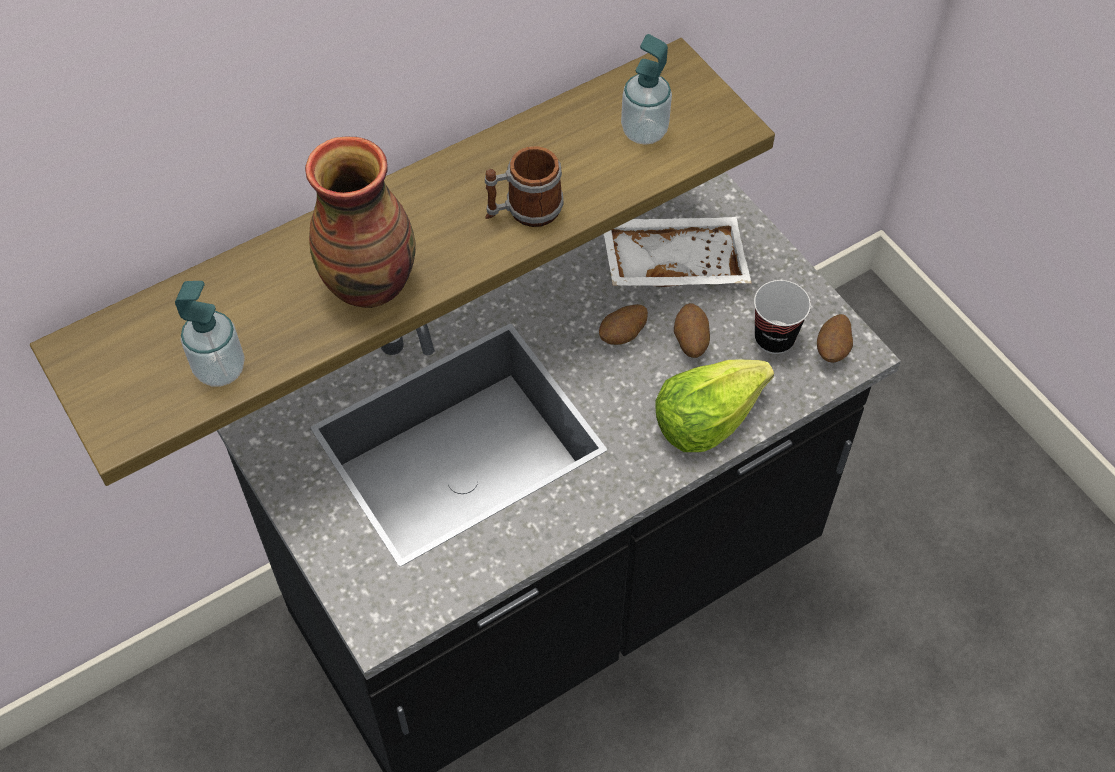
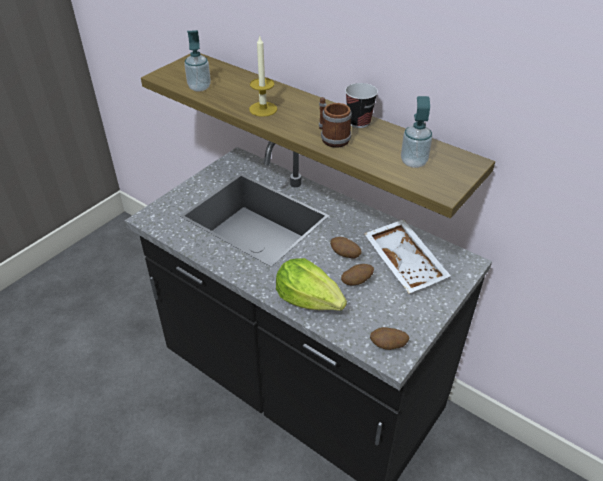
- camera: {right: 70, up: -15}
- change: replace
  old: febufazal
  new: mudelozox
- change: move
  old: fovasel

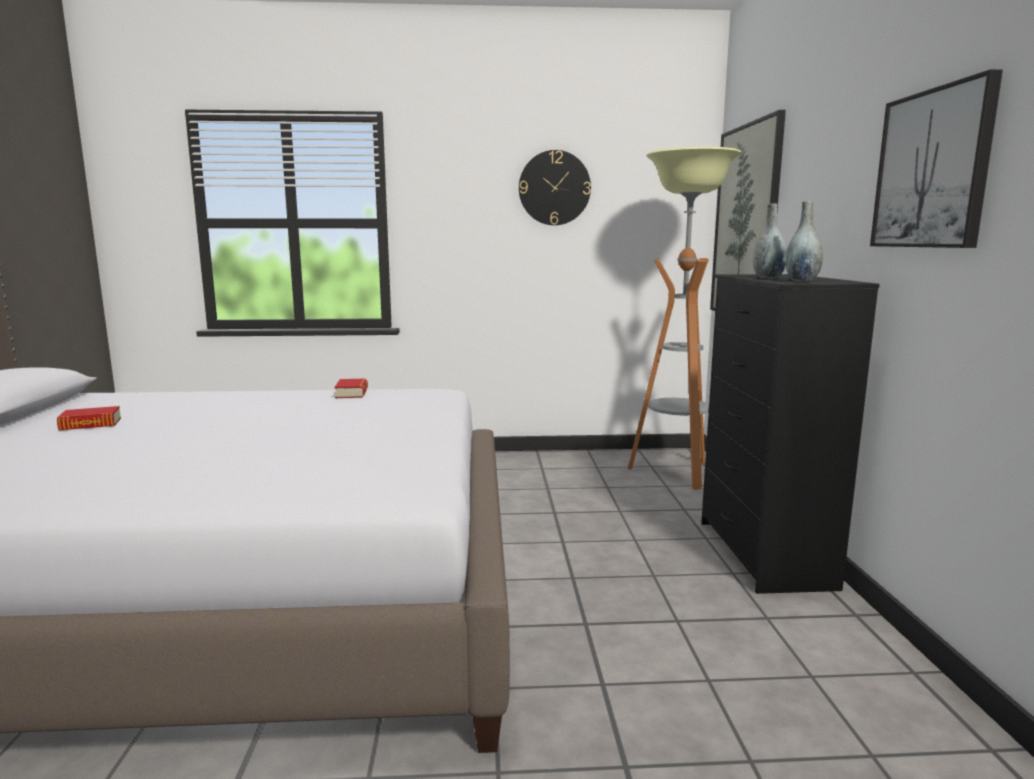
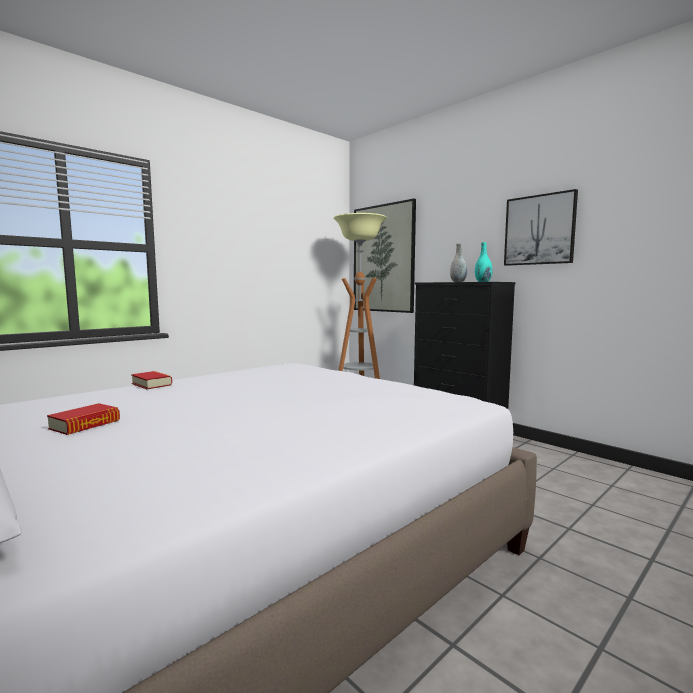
- camera: {right: -40, up: -5}
- change: move
  old: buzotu (2nd from left)
- change: recolor
  old: grey_febufazal (2nd from left)
  new: turquoise_febufazal
- change: delete
  old: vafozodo

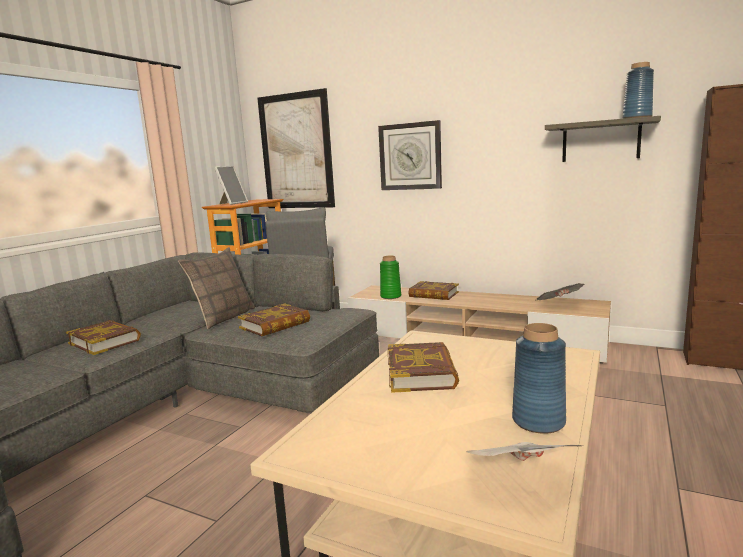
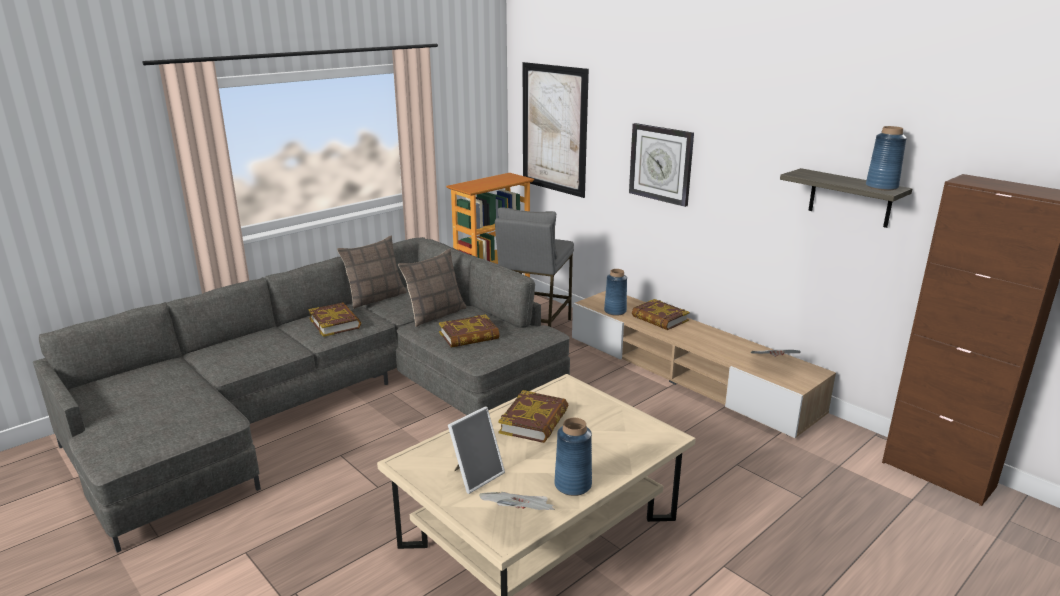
- camera: {right: 20, up: 10}
- change: insert
  new: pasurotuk (1st from left)
- change: move
  old: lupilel
- change: recolor
  old: green_febufazal
  new: blue_febufazal (2nd from left)

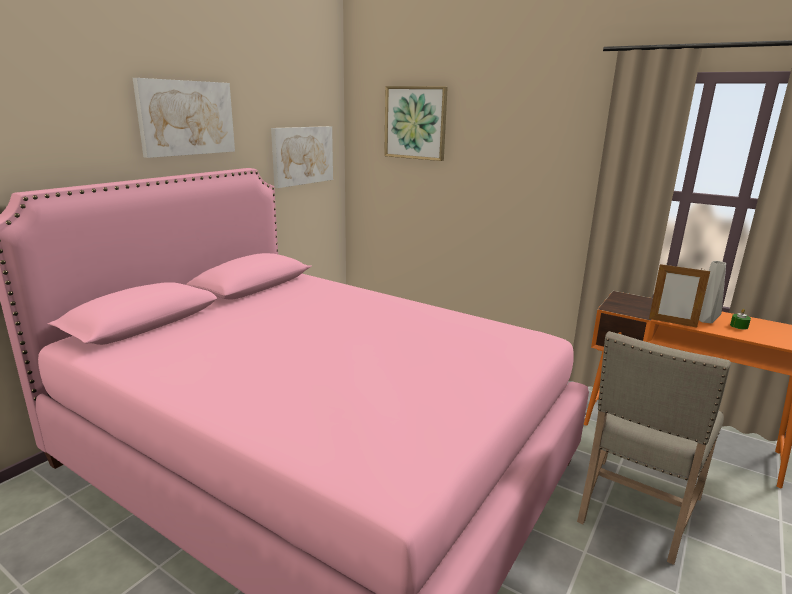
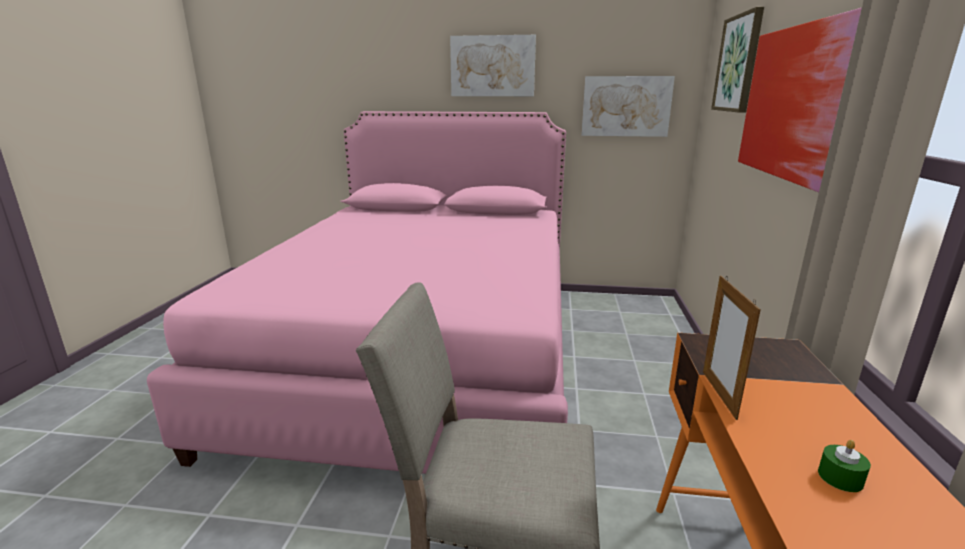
- camera: {right: 65, up: 0}
- change: insert
  new: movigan (4th from left)
- change: delete
  old: grey_febufazal

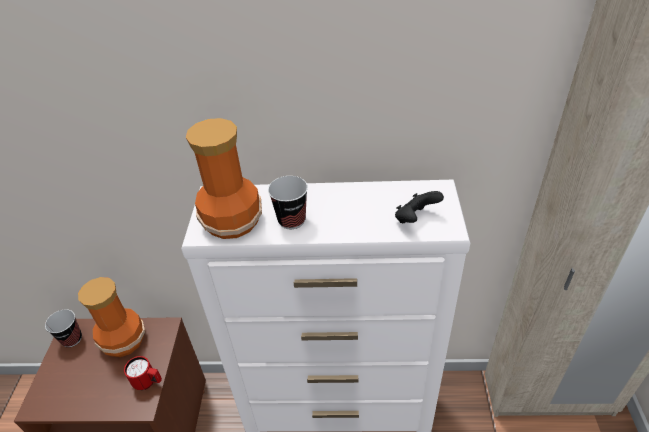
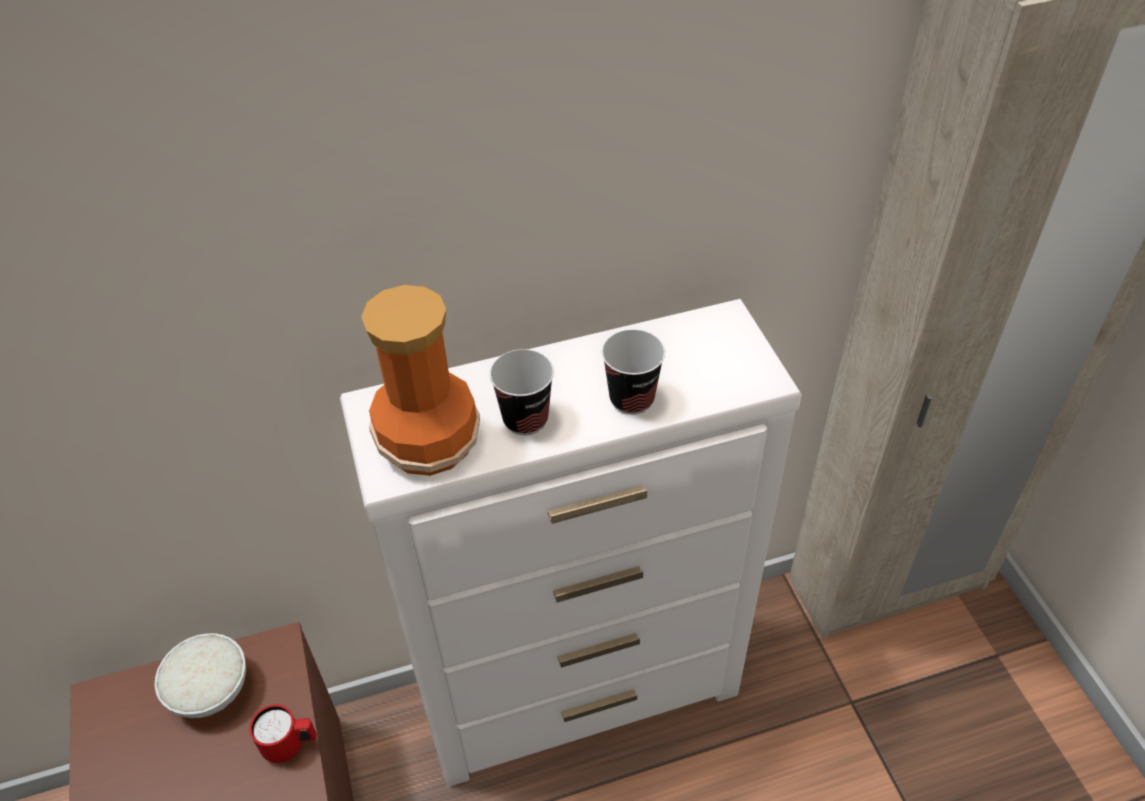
- camera: {right: -20, up: 5}
- change: replace
  old: febufazal (1st from left)
  new: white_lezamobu
- change: move
  old: fovasel (1st from left in the first image)
  new: fovasel (2nd from left)
- change: delete
  old: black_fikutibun

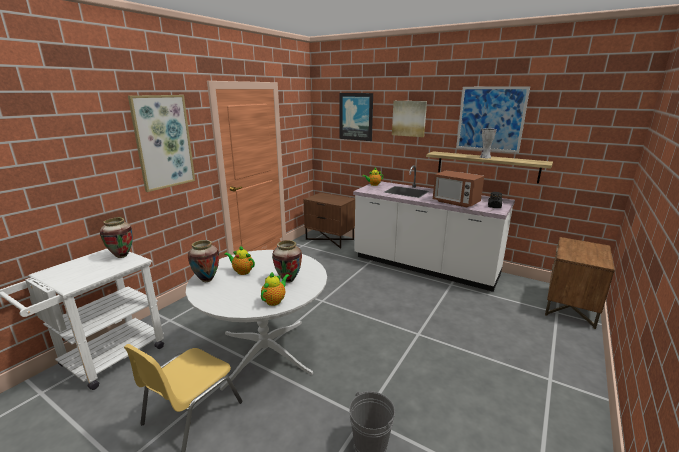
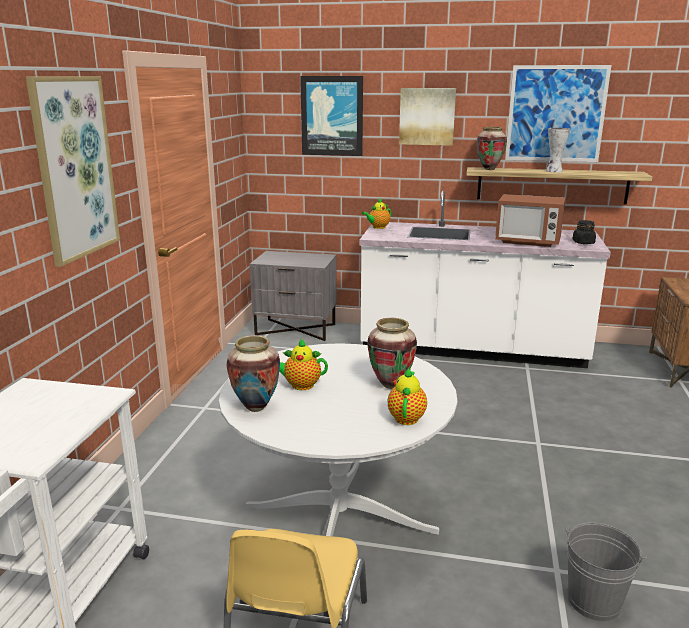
- camera: {right: -20, up: 0}
- change: recolor
  old: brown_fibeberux (1st from left)
  new: grey_fibeberux
- change: move
  old: febufazal (1st from left in the first image)
  new: febufazal (3rd from left)

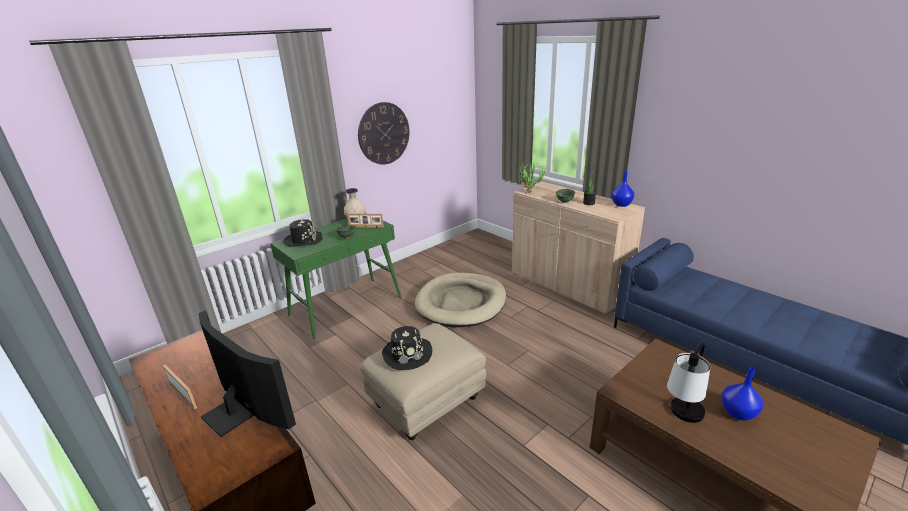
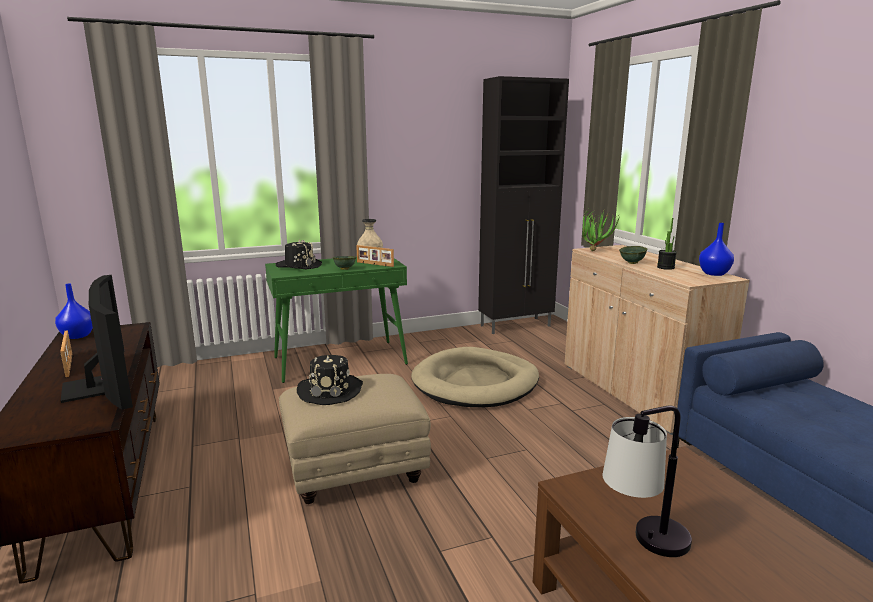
- camera: {right: 20, up: -10}
- change: move
  old: blue_febufazal (2nd from left in the first image)
  new: blue_febufazal (1st from left)
- change: insert
  new: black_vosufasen
- change: delete
  old: vafozodo

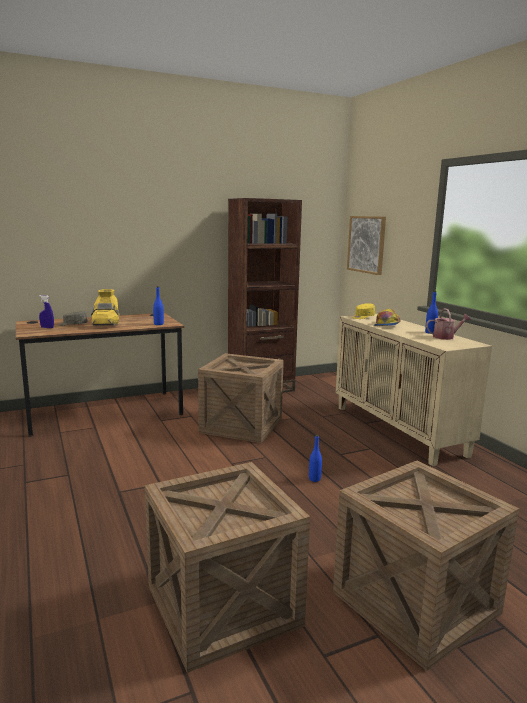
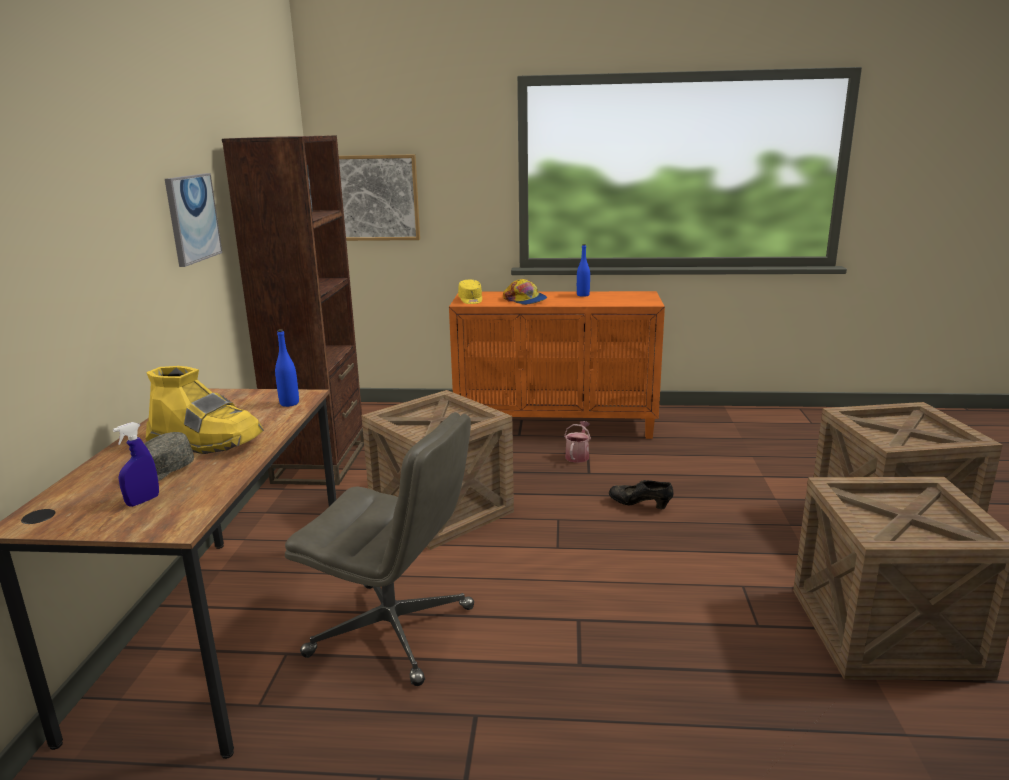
- camera: {right: -60, up: 5}
- change: insert
  new: movigan (1st from left)
- change: insert
  new: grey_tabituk
- change: recolor
  old: beige_vosufasen
  new: orange_vosufasen
- change: move
  old: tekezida
- change: replace
  old: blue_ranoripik (2nd from left)
  new: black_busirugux

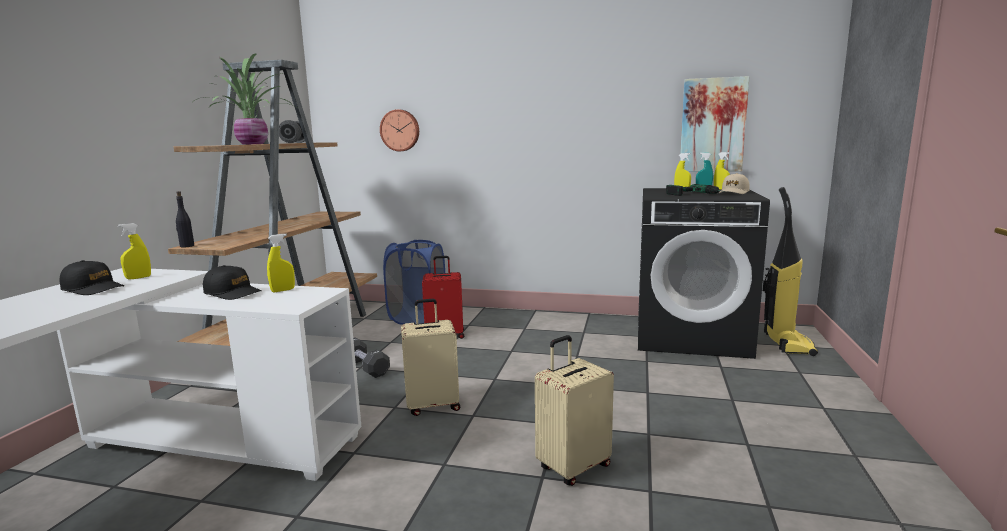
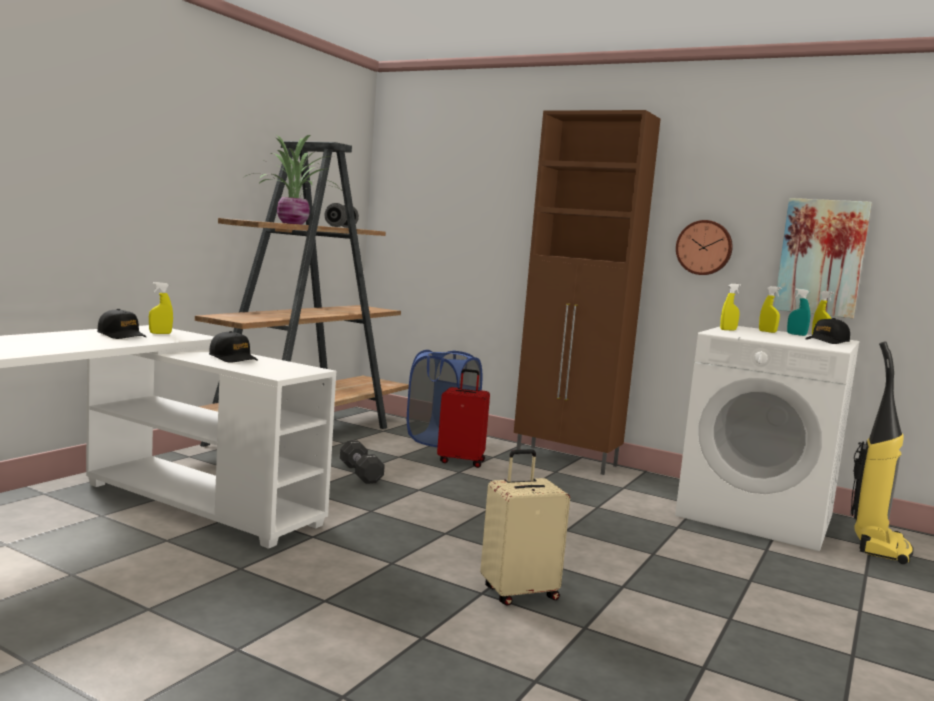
- camera: {right: 15, up: -5}
- change: insert
  new: brown_vosufasen
- change: recolor
  old: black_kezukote
  new: white_kezukote
- change: move
  old: vafozodo
- change: move
  old: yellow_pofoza (2nd from left)
- change: recolor
  old: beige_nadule
  new: black_nadule (3rd from left)
- change: delete
  old: black_ranoripik
- change: delete
  old: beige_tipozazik (1st from left)
- change: delete
  old: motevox

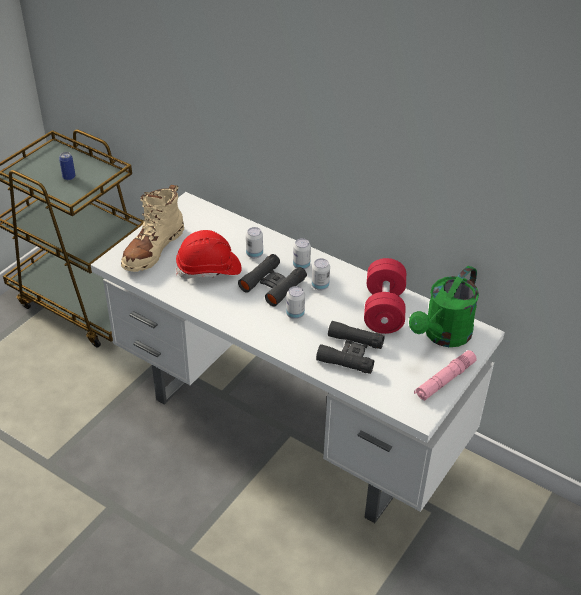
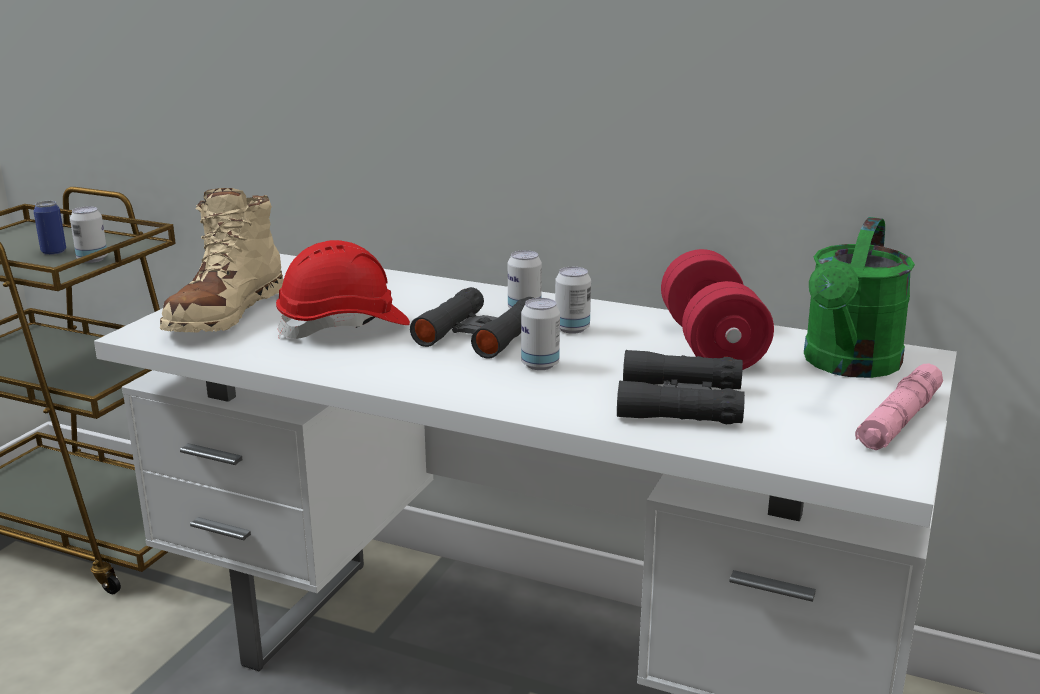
- camera: {right: -10, up: -20}
- change: move
  old: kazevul (2nd from left)

